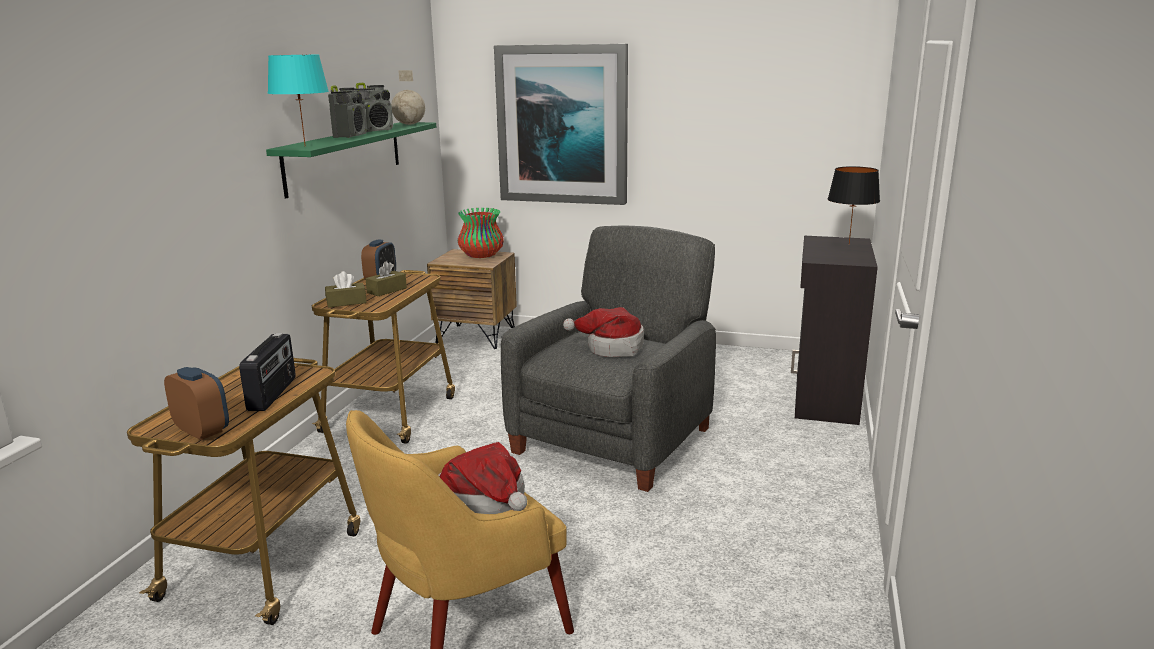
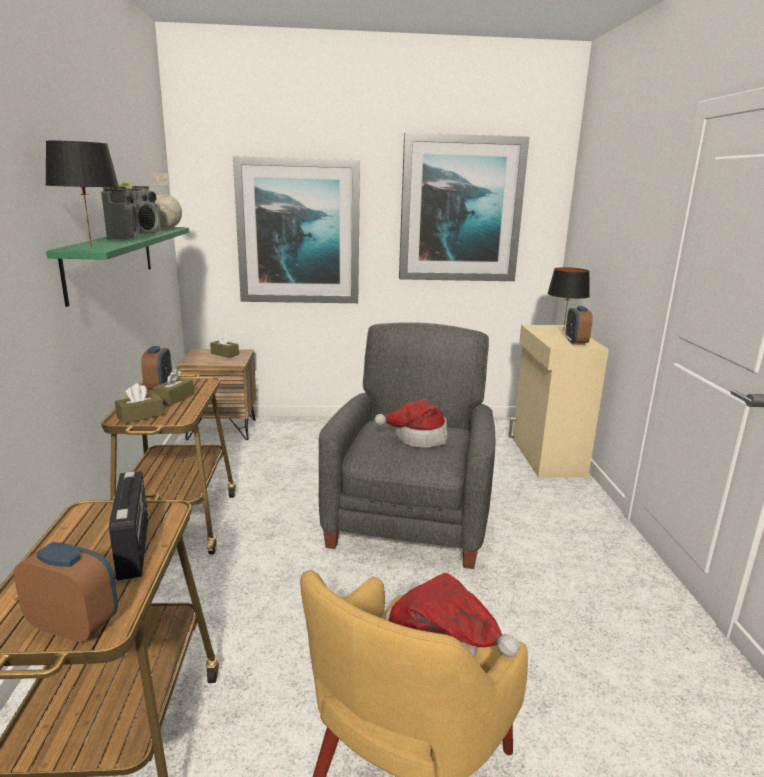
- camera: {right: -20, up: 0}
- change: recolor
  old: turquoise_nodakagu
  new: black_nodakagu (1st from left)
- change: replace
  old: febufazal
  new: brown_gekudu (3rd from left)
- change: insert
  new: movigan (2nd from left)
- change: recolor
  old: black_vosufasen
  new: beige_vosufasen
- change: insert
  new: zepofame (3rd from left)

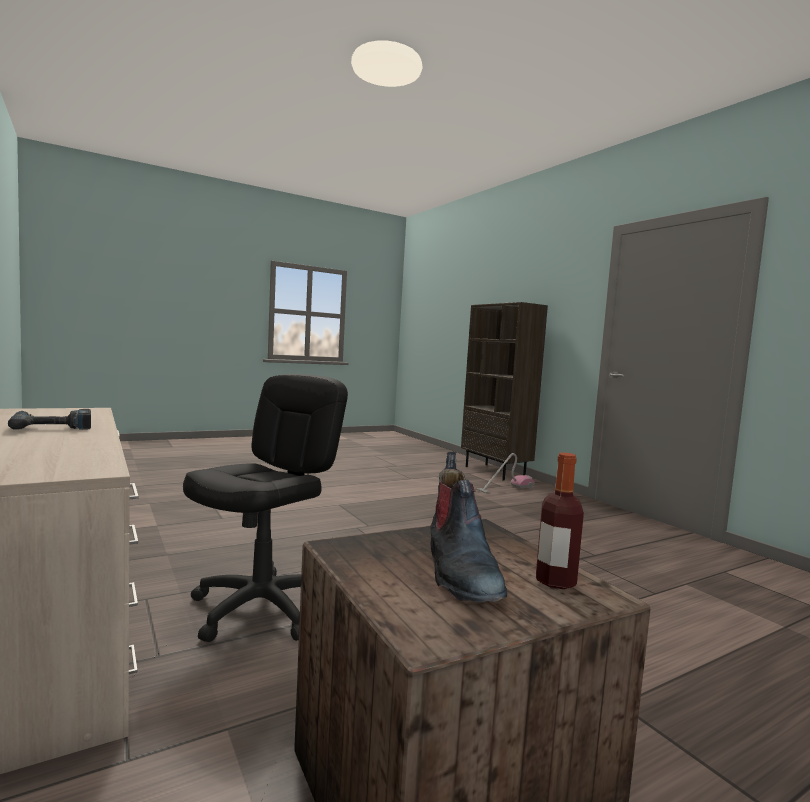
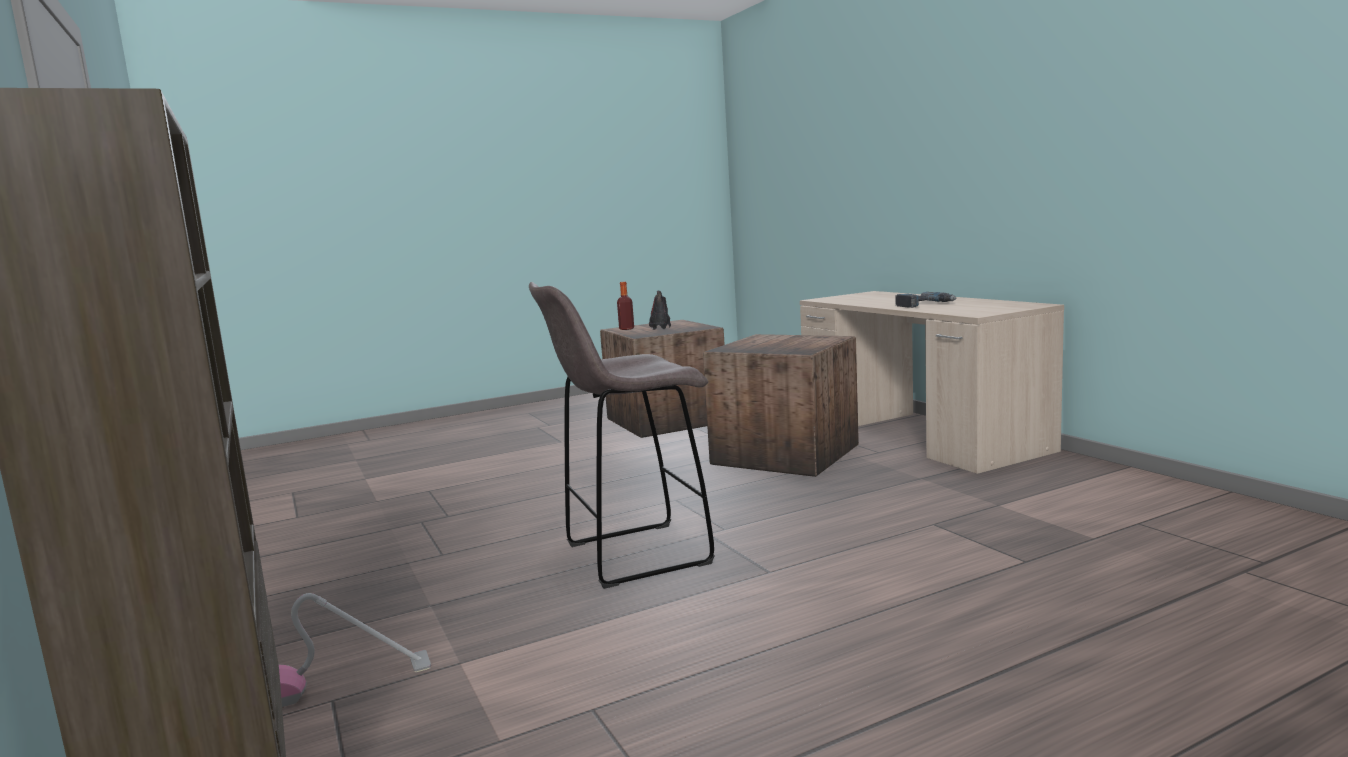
- camera: {right: -175, up: 5}
- change: insert
  new: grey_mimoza
- change: replace
  old: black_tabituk
  new: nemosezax (2nd from left)

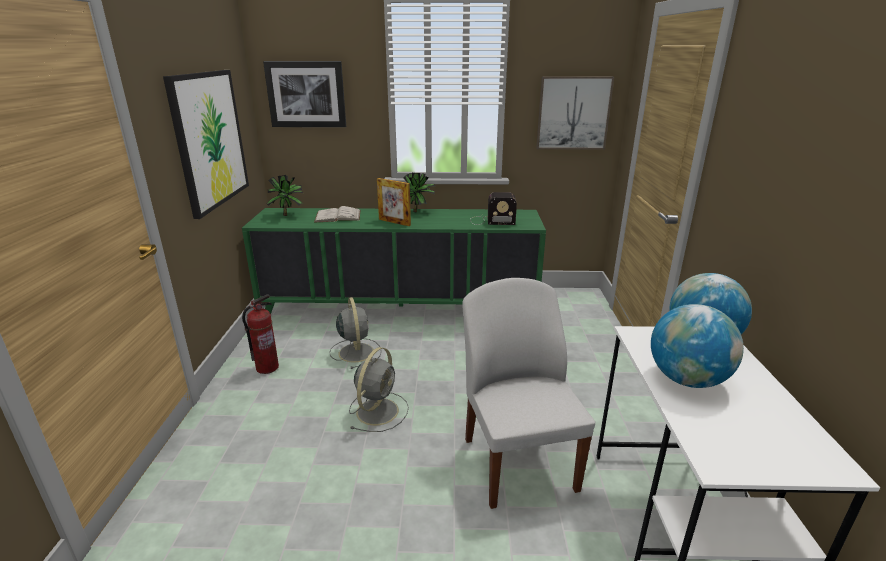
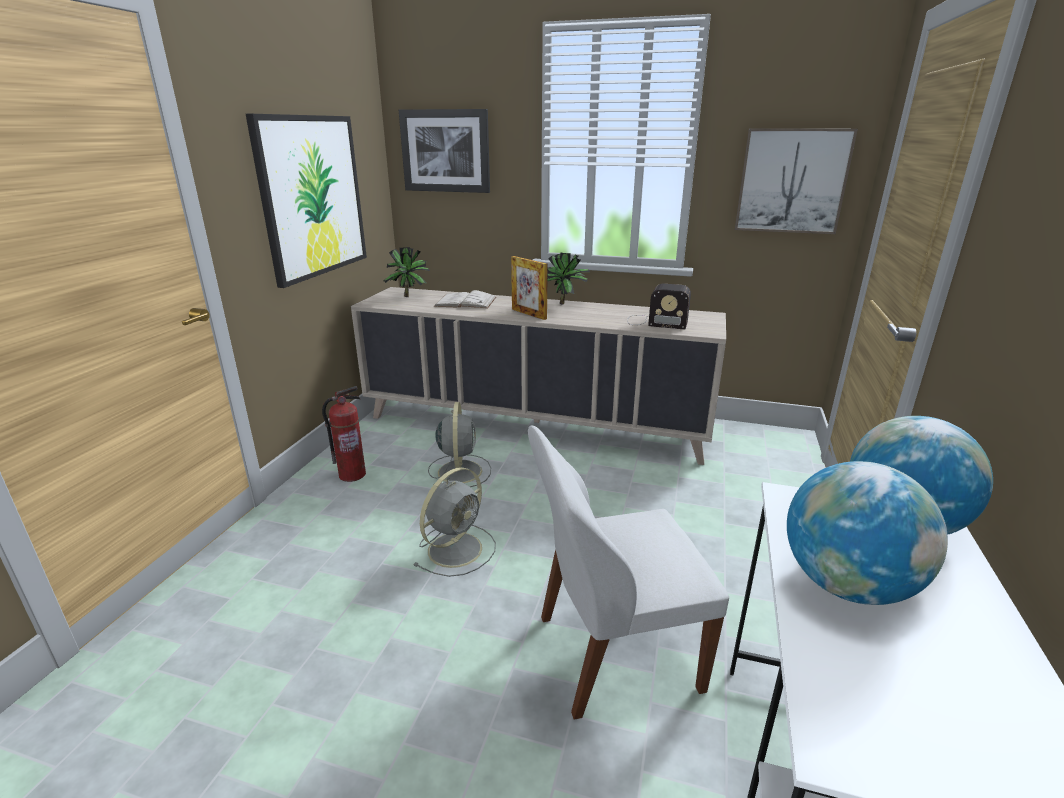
- camera: {right: 15, up: 0}
- change: recolor
  old: green_vosufasen
  new: beige_vosufasen
- change: rotate
  old: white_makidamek
  degrees: -105

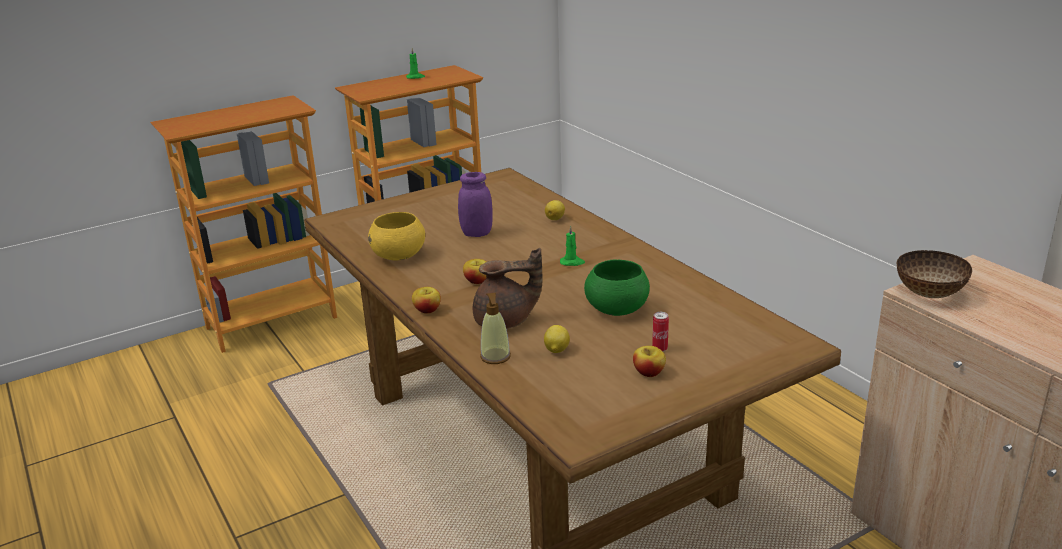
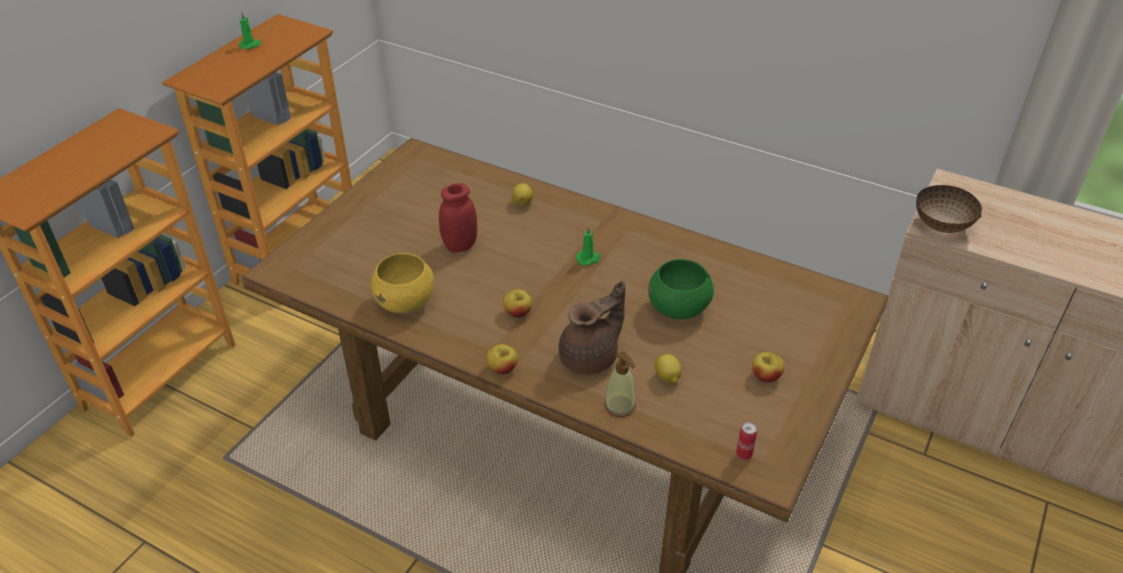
- camera: {right: -30, up: 15}
- change: recolor
  old: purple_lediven
  new: red_lediven
- change: move
  old: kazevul

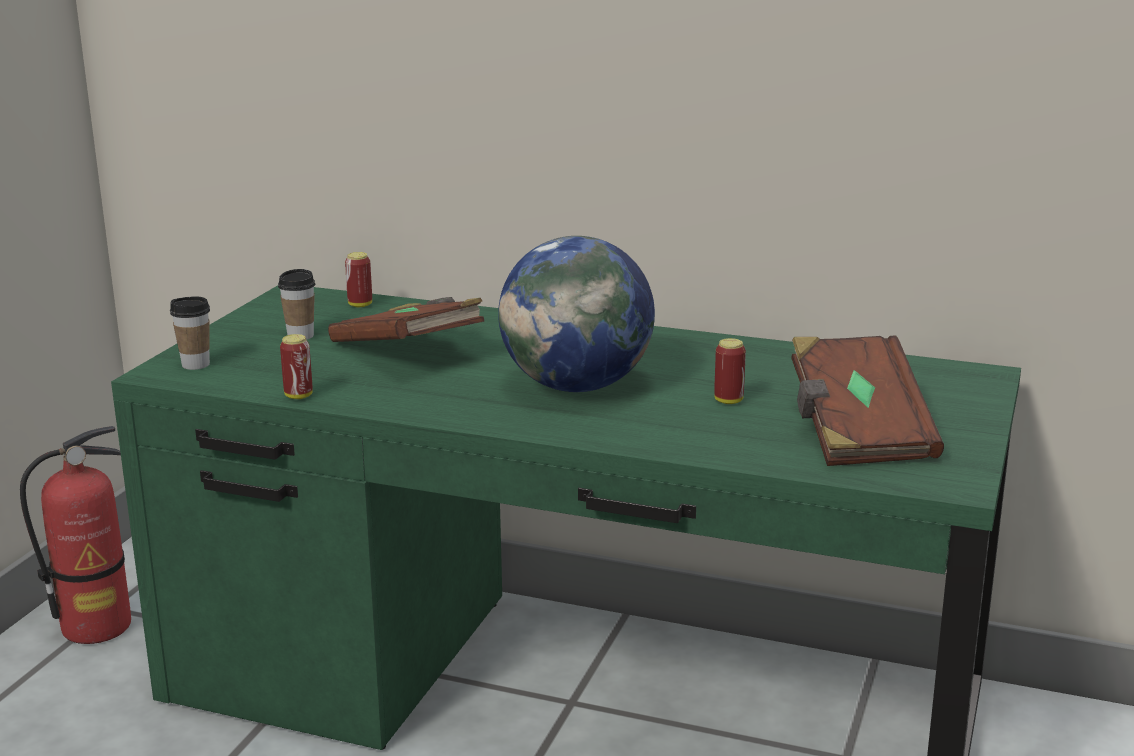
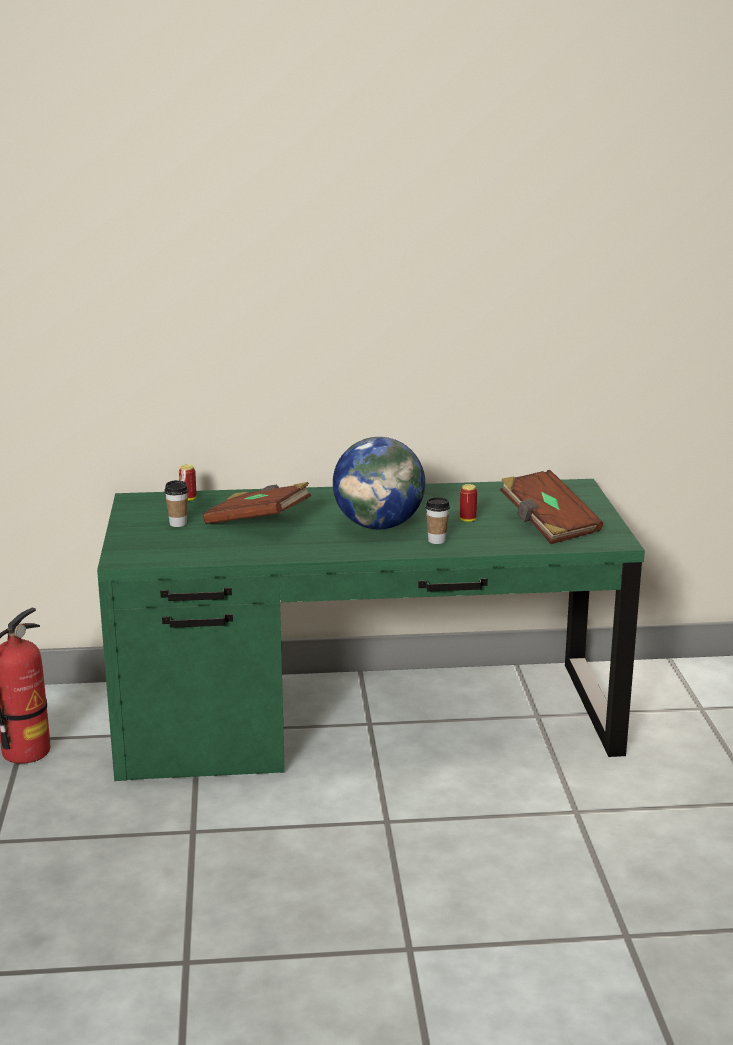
- camera: {right: -25, up: 0}
- change: move
  old: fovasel (1st from left in the first image)
  new: fovasel (2nd from left)
- change: delete
  old: kazevul (1st from left)

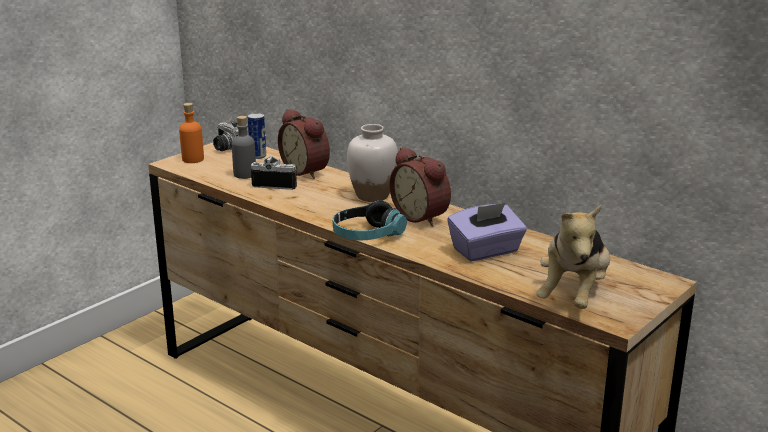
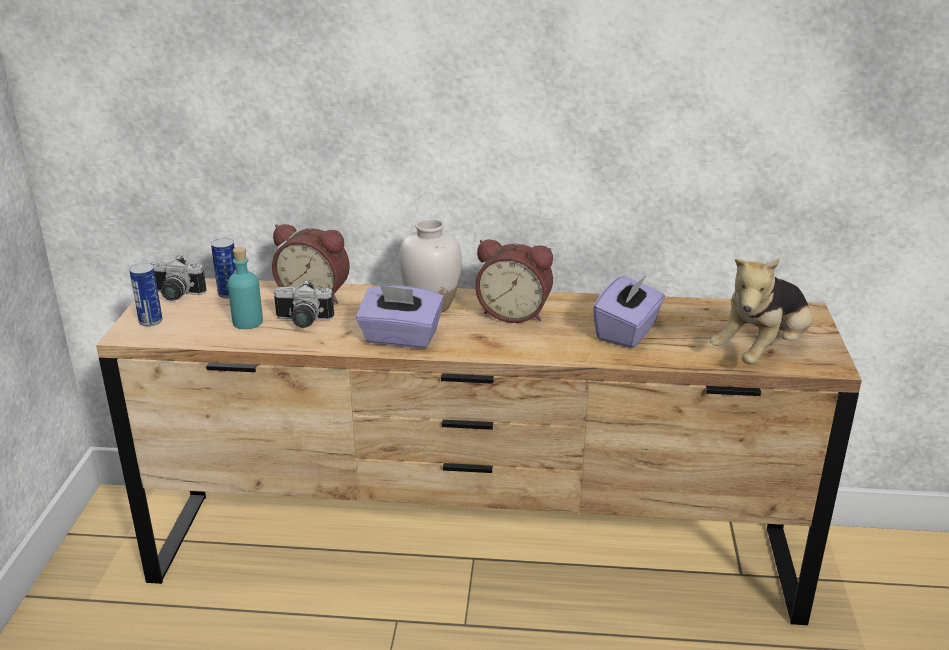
- camera: {right: -35, up: 5}
- change: replace
  old: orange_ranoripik
  new: kazevul (1st from left)
- change: recolor
  old: grey_ranoripik
  new: turquoise_ranoripik
- change: rotate
  old: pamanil (2nd from left)
  degrees: -150
- change: insert
  new: purple_gekudu (1st from left)
- change: rotate
  old: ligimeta
  degrees: 60
- change: delete
  old: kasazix

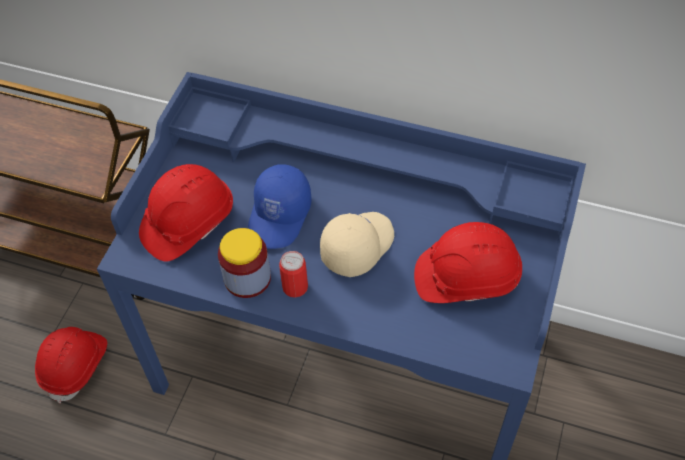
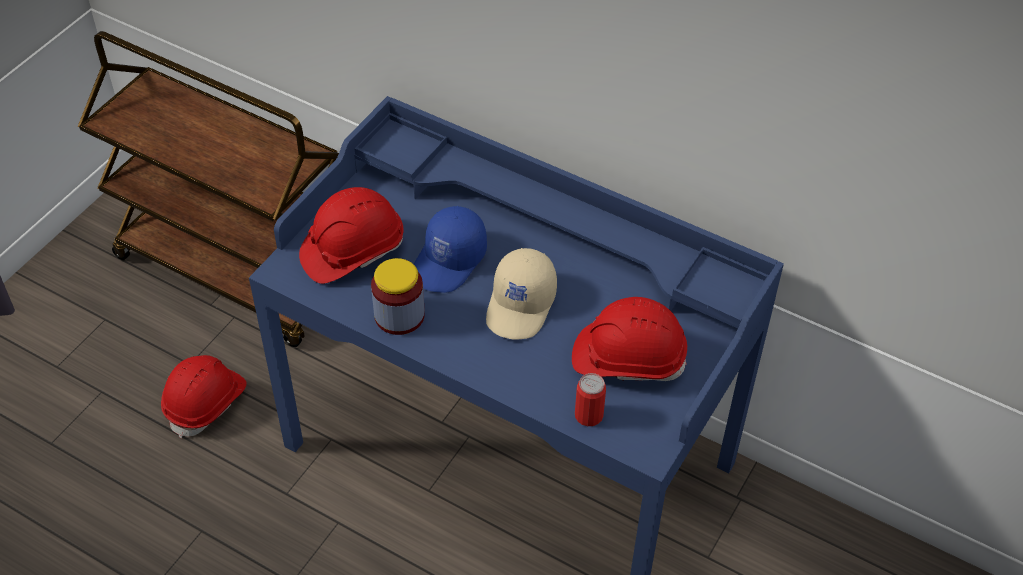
- camera: {right: 10, up: -5}
- change: rotate
  old: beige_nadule
  degrees: 150
- change: move
  old: kazevul

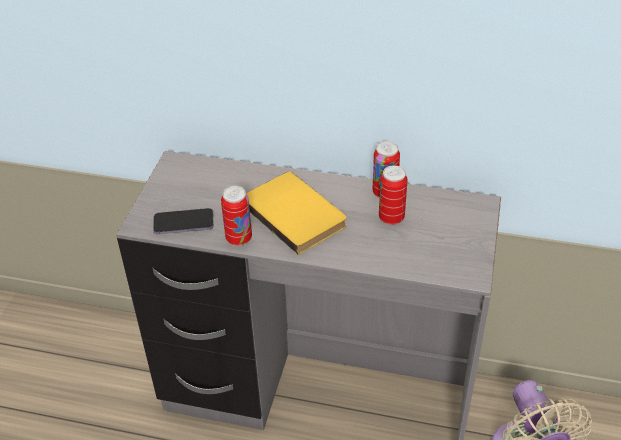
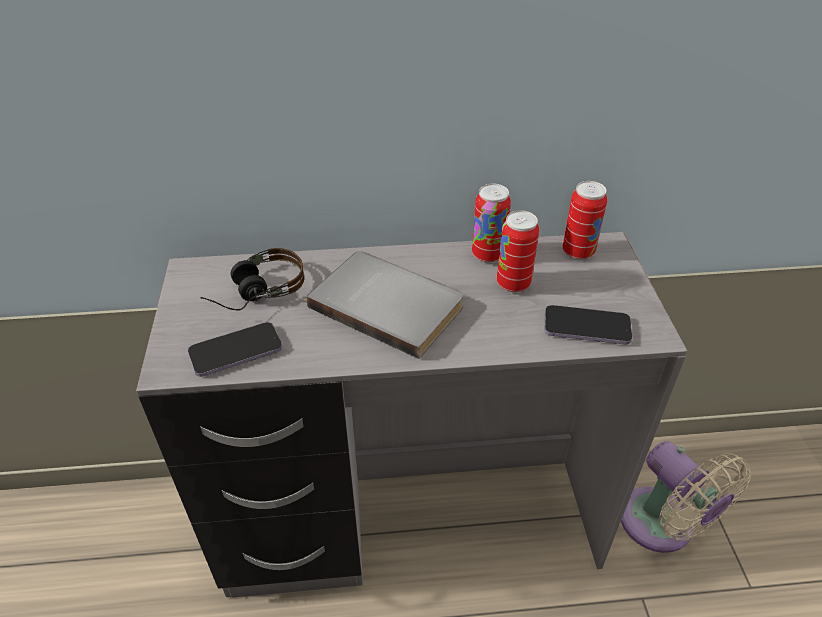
- camera: {right: -20, up: 0}
- change: insert
  new: kasazix
- change: recolor
  old: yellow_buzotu
  new: grey_buzotu
- change: insert
  new: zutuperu (2nd from left)
- change: move
  old: kazevul (1st from left in the first image)
  new: kazevul (3rd from left)

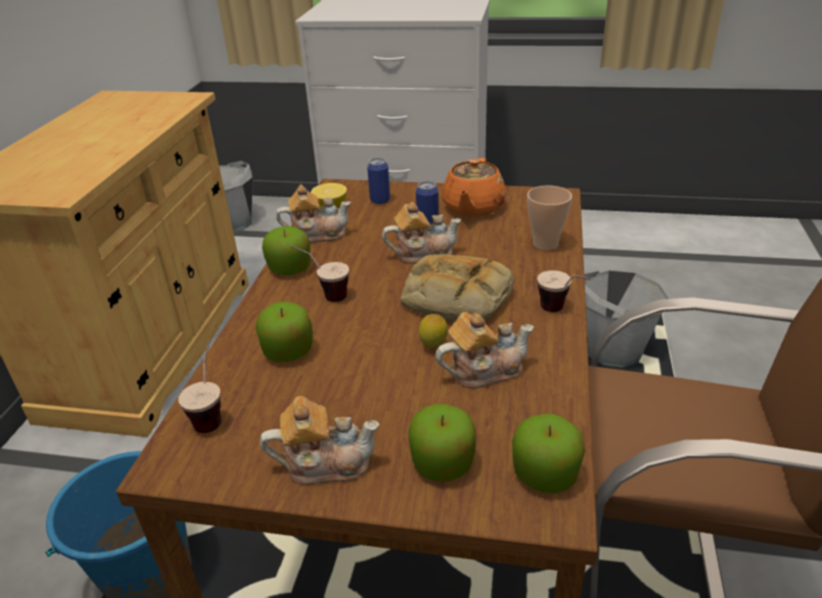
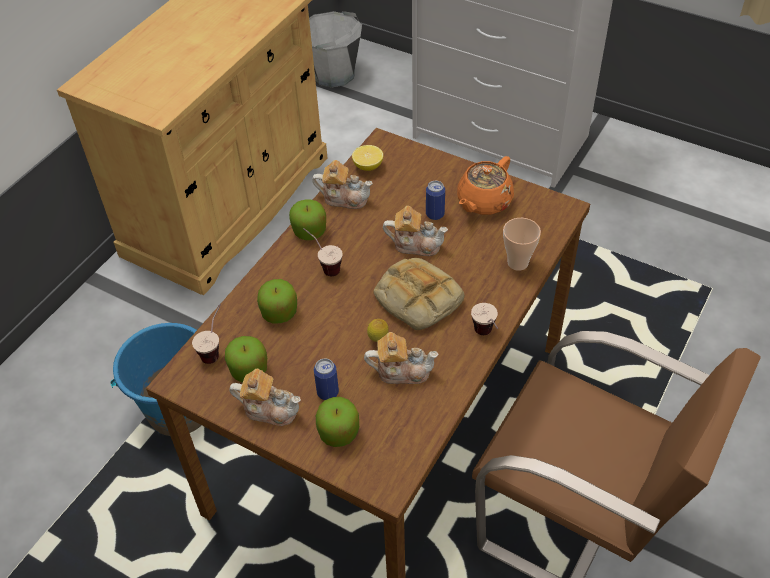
- camera: {right: 20, up: 15}
- change: move
  old: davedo (4th from left in the first image)
  new: davedo (1st from left)
- change: move
  old: kazevul (1st from left)
- change: delete
  old: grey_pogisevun (2nd from left)

